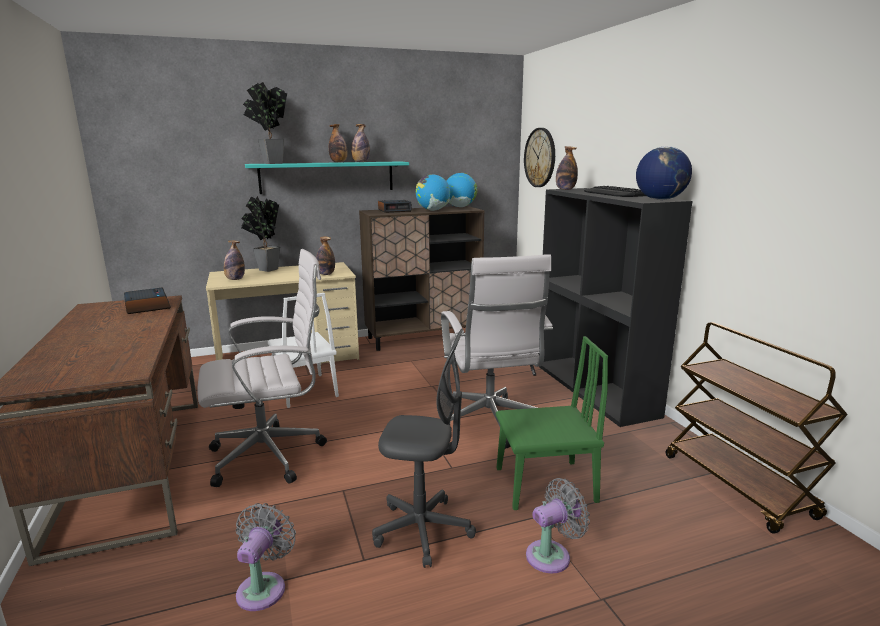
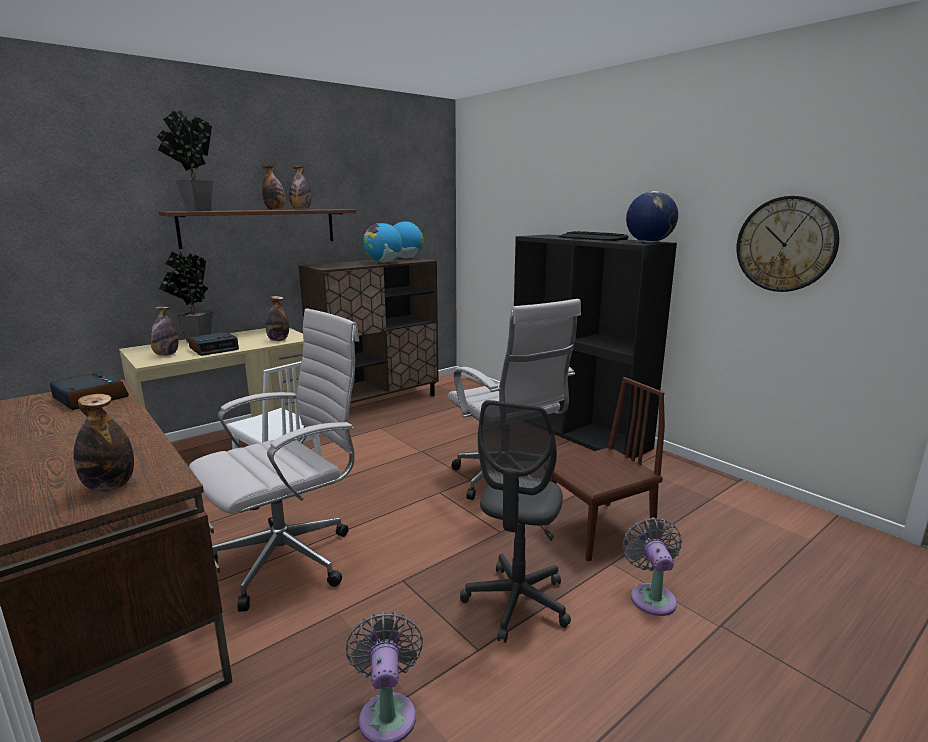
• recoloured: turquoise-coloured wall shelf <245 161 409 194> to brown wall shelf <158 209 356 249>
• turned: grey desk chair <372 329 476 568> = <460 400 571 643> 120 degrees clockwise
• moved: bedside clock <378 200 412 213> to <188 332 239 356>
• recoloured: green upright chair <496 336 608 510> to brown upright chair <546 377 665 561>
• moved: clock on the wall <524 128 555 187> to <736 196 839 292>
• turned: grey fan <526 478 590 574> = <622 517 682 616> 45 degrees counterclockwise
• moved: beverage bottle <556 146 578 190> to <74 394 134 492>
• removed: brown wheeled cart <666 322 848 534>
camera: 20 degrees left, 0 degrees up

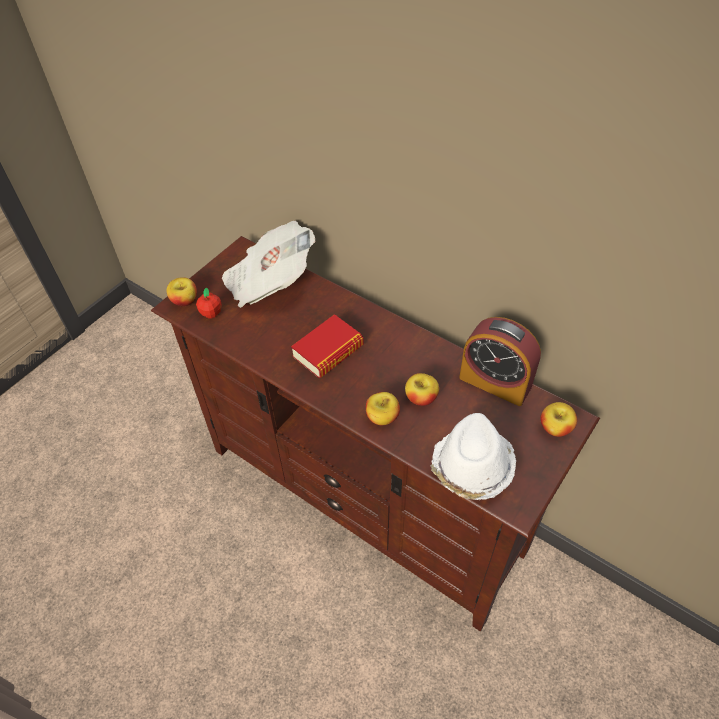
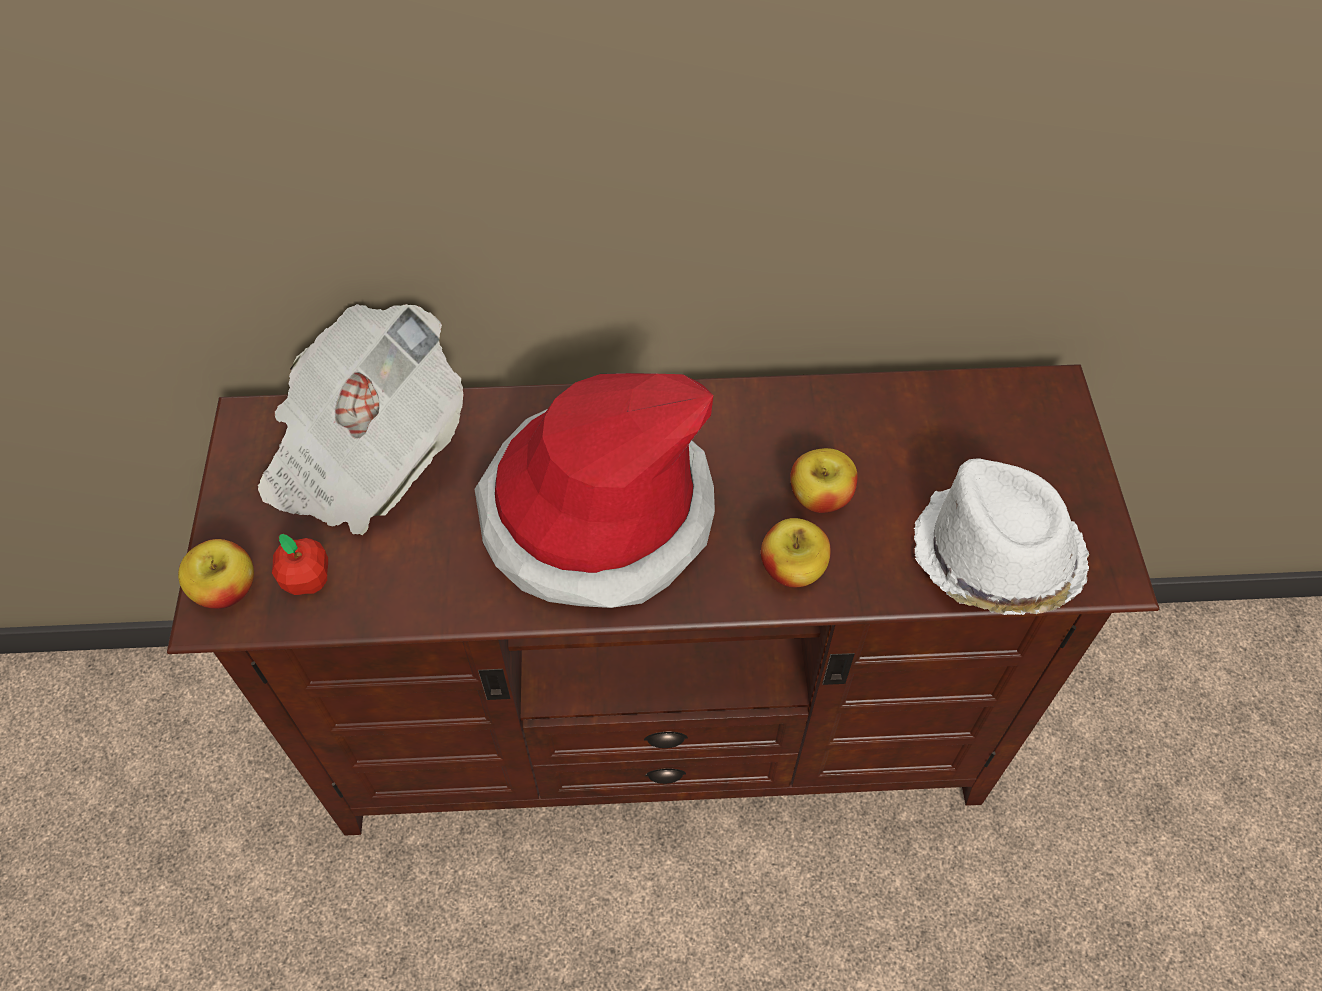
• replaced: bound book <291 314 364 378> to hat <474 373 715 608>
• removed: bedside clock <459 317 541 406>
• removed: apple <540 402 577 437>
camera: 40 degrees left, 5 degrees up

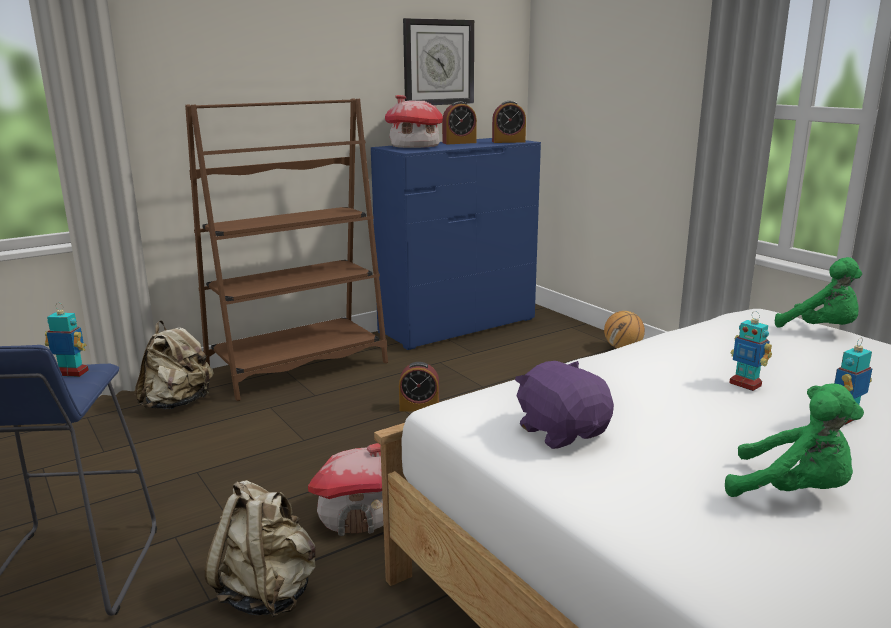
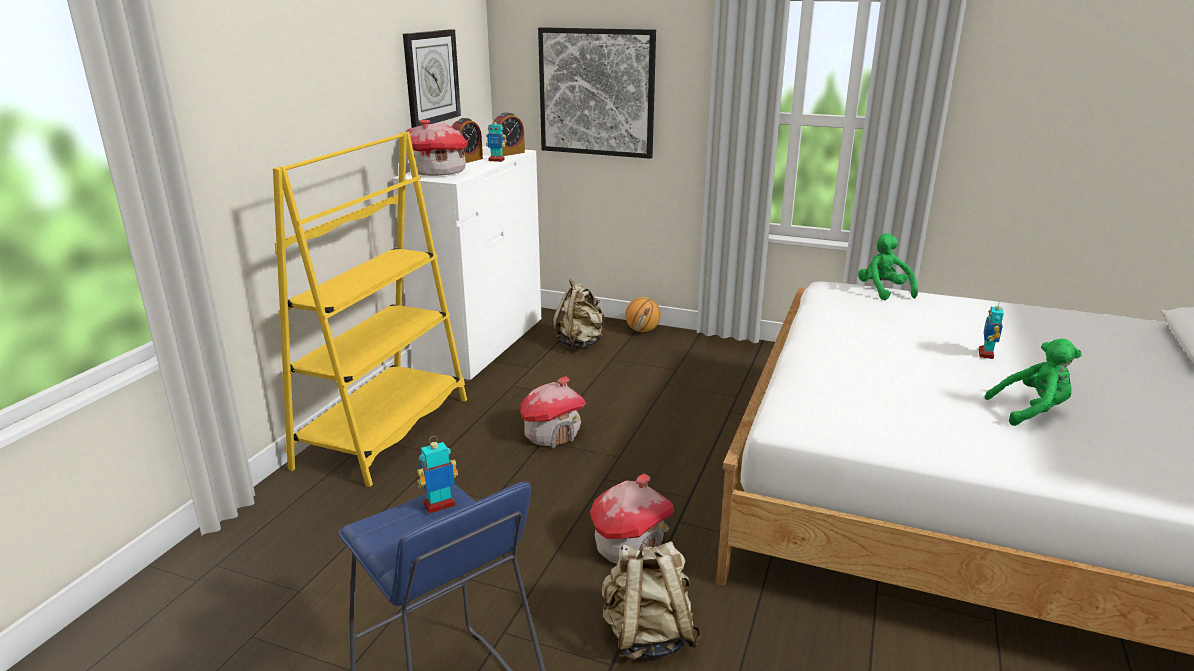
• moved: beige knapsack <135 320 214 410> to <553 279 604 348>
• recoloured: brown shelving unit <185 99 388 401> to yellow-coloured shelving unit <273 132 467 487>
• recoloured: bluish drawer chest <371 138 541 350> to white-coloured drawer chest <393 146 541 382>
• replaced: bedside clock <399 362 439 412> to miniature house <520 377 586 448>
• removed: purple-coloured soft toy <515 361 614 449>
• moved: model robot <729 311 772 391> to <486 118 506 162>
• turned: green soft toy <775 257 862 327> = <858 233 918 300> 120 degrees counterclockwise
• added: wall art <538 27 656 159>
camera: 35 degrees left, 5 degrees up

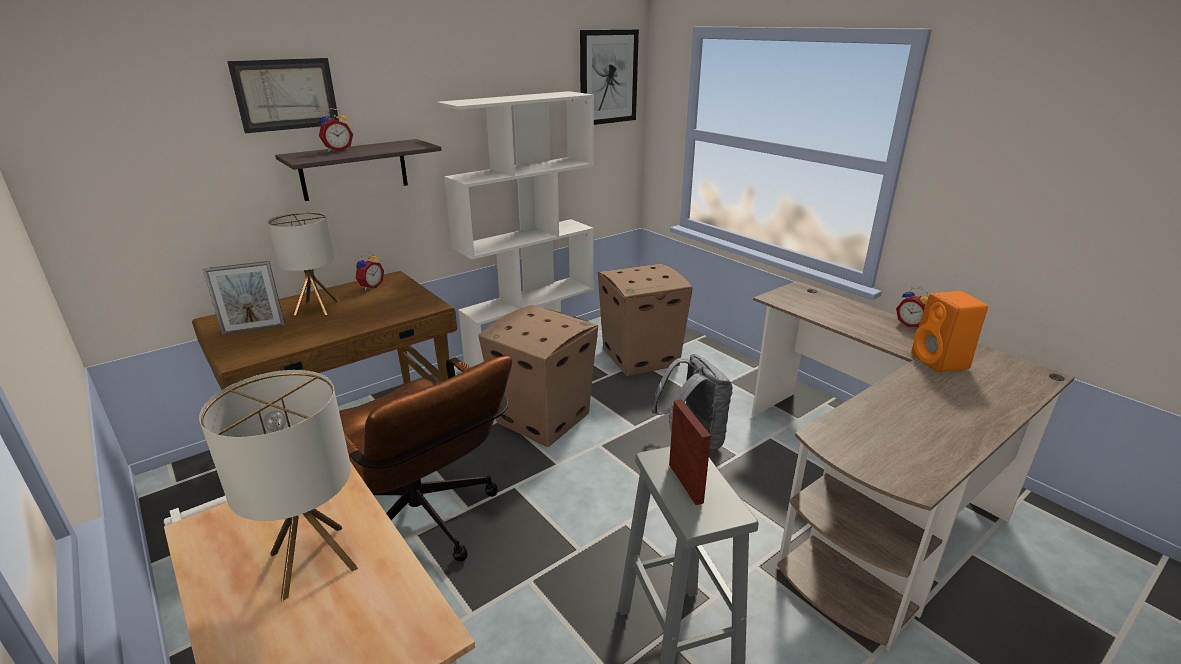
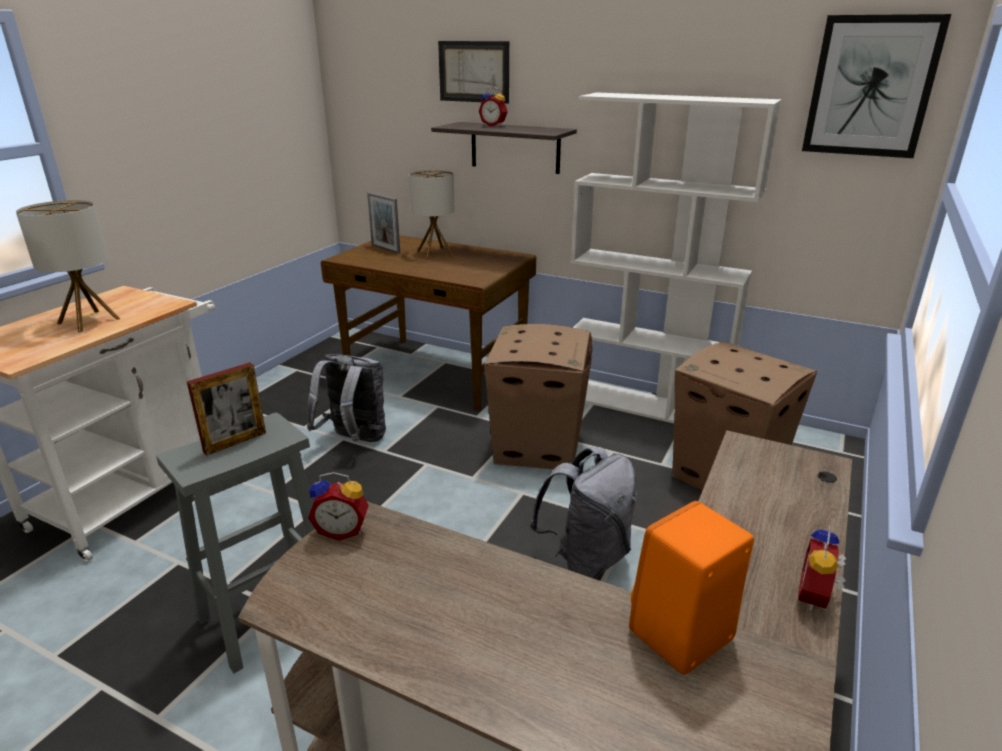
• replaced: brown desk chair <339 356 512 562> to grey knapsack <307 354 386 442>
• moved: bedside clock <356 252 384 290> to <308 472 369 541>
camera: 65 degrees right, 0 degrees up

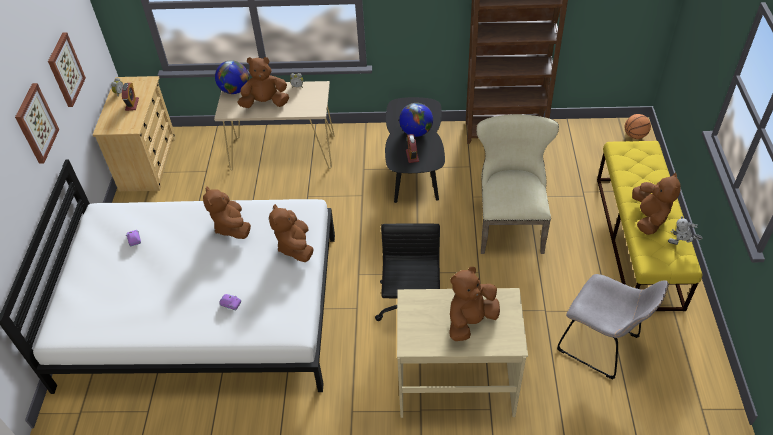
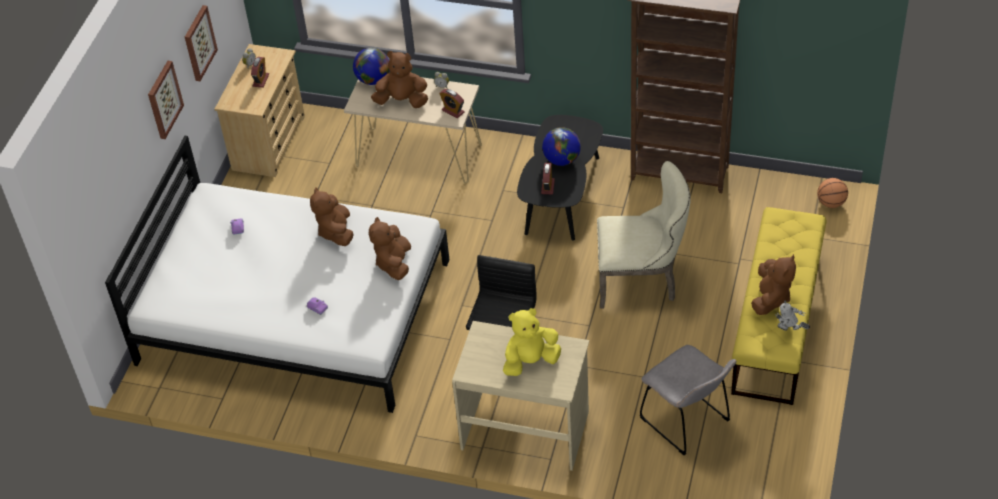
• recoloured: brown soft toy <449 267 500 341> to yellow-coloured soft toy <503 308 561 376>
• turned: beige upright chair <476 114 559 254> = <597 161 691 309> 75 degrees clockwise
• added: bedside clock <439 89 465 118>
camera: 15 degrees right, 0 degrees up

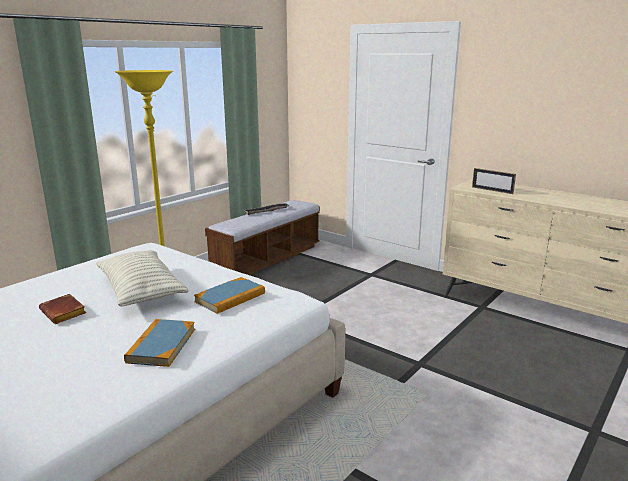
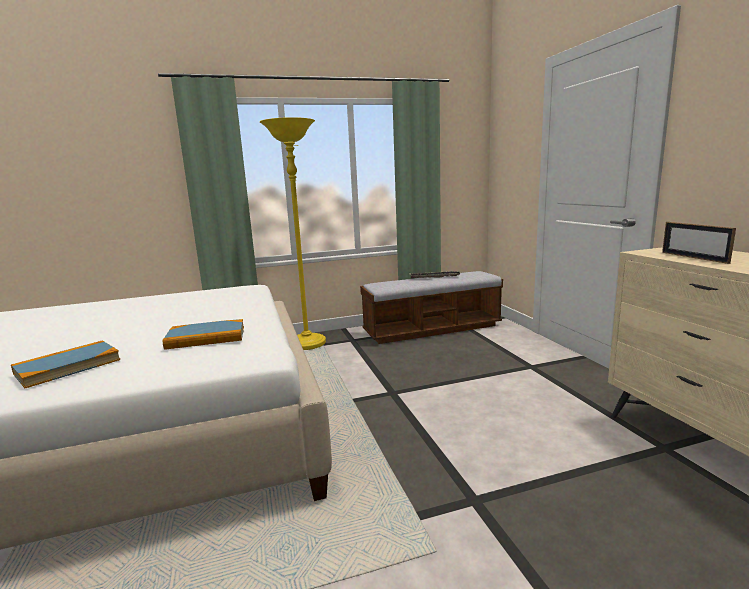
• removed: brown bound book <39 294 86 324>
• removed: cushion <96 250 189 306>
camera: 35 degrees right, 5 degrees down

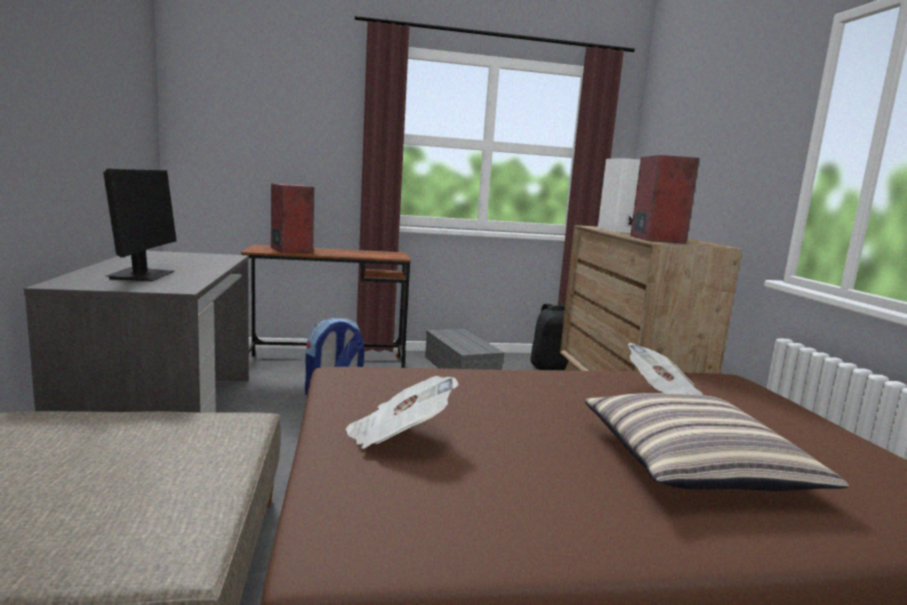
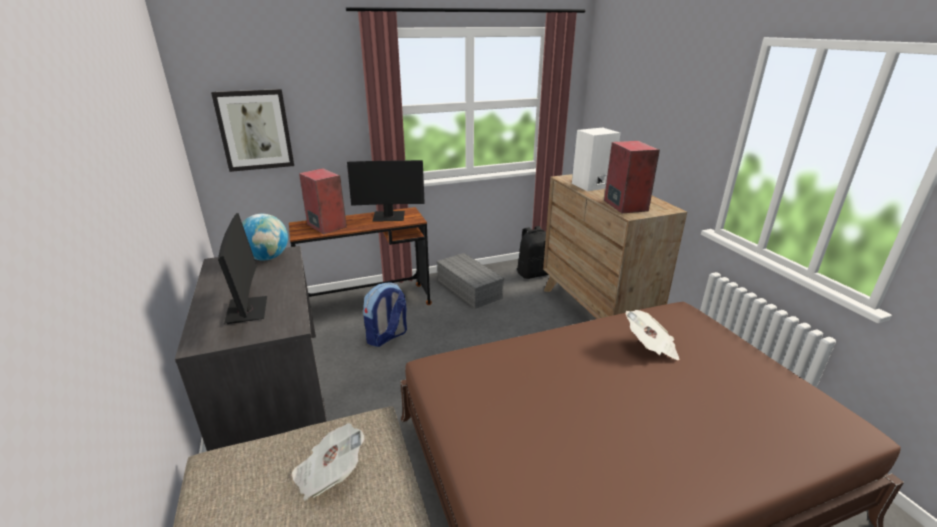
• moved: newspaper <345 376 459 449> to <291 423 365 501>
• removed: cushion <585 393 849 491>
• added: wall art <211 89 294 172>
• added: world globe <242 214 288 261>
• added: computer display <347 160 425 222>
camera: 10 degrees left, 15 degrees up

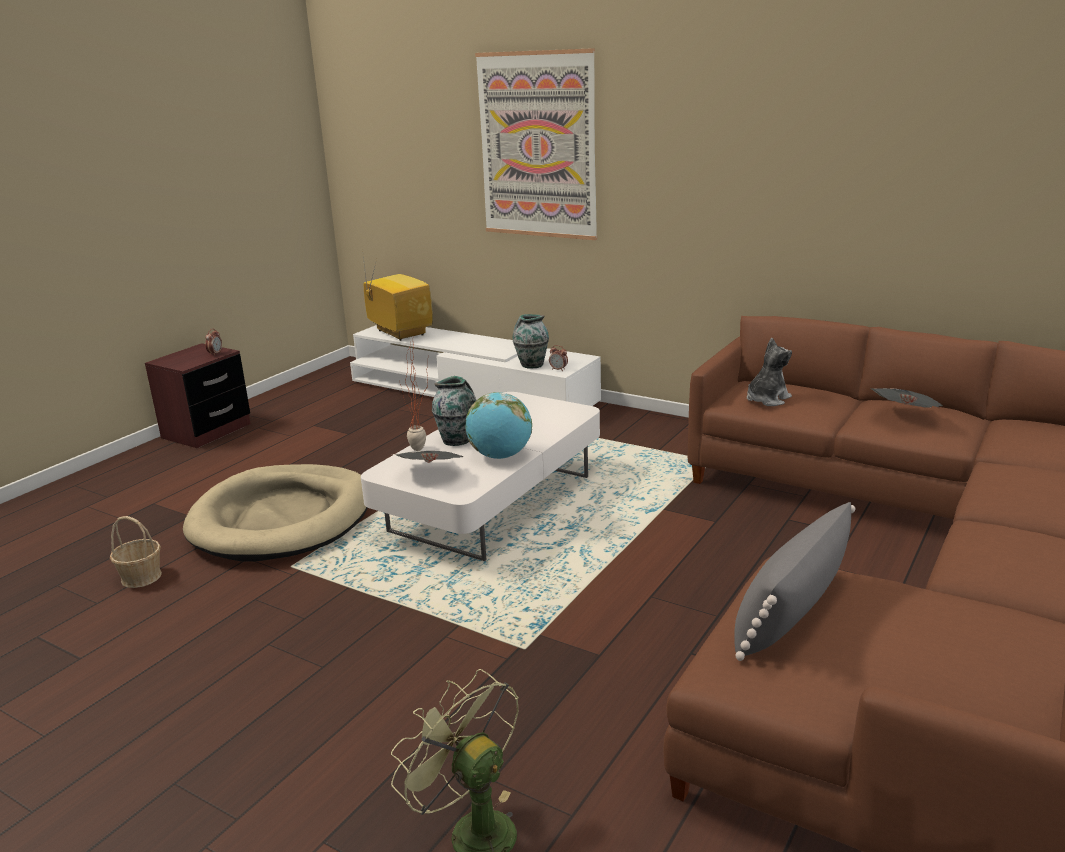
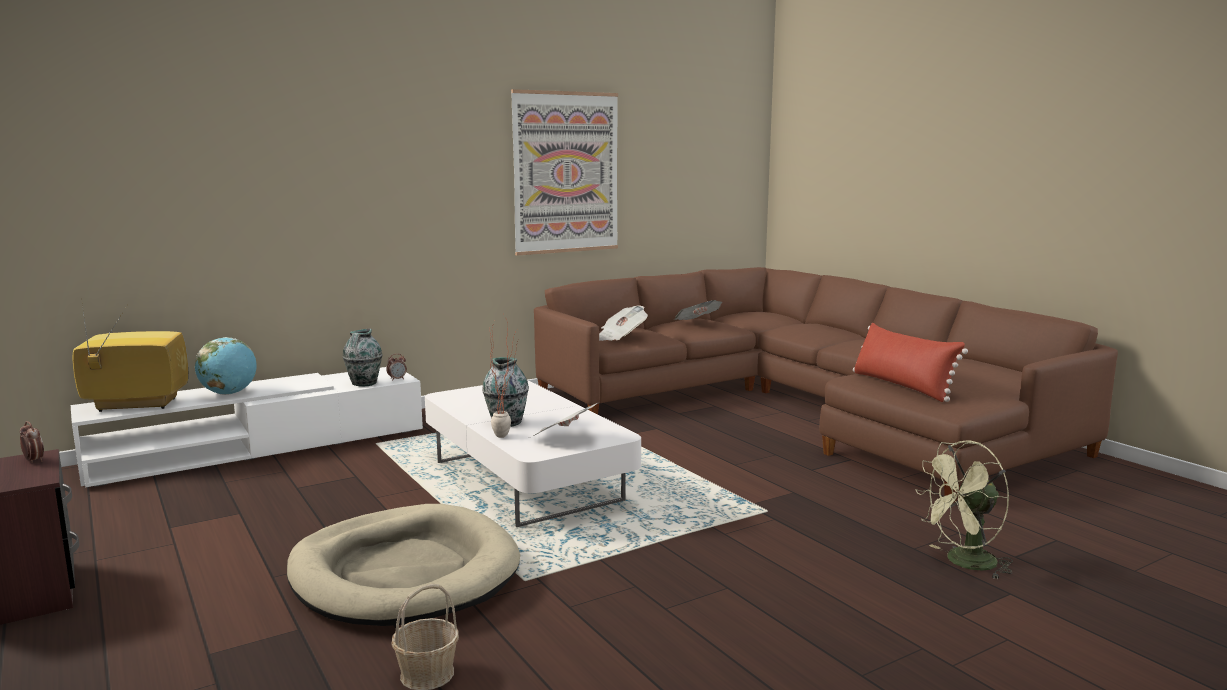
• moved: world globe <465 392 532 459> to <195 337 257 395>
• moved: wall art <475 48 597 240> to <511 89 618 256>
• recoloured: grey cushion <735 502 856 661> to red-coloured cushion <853 323 968 402>
• replaced: soft toy <747 338 792 406> to newspaper <599 305 648 341>
camera: 65 degrees left, 10 degrees down

